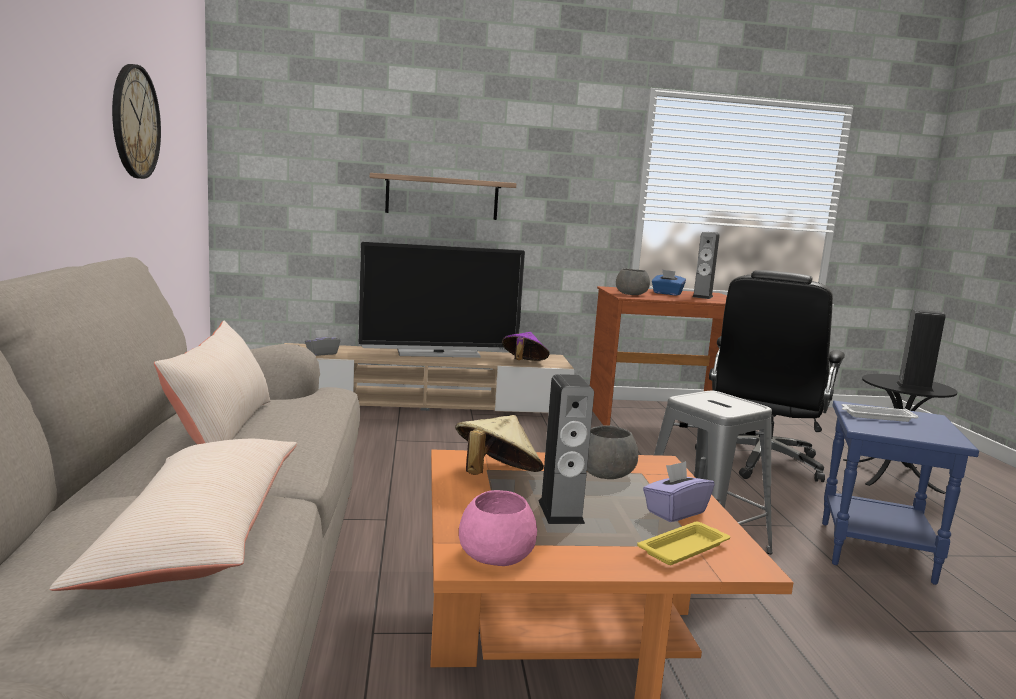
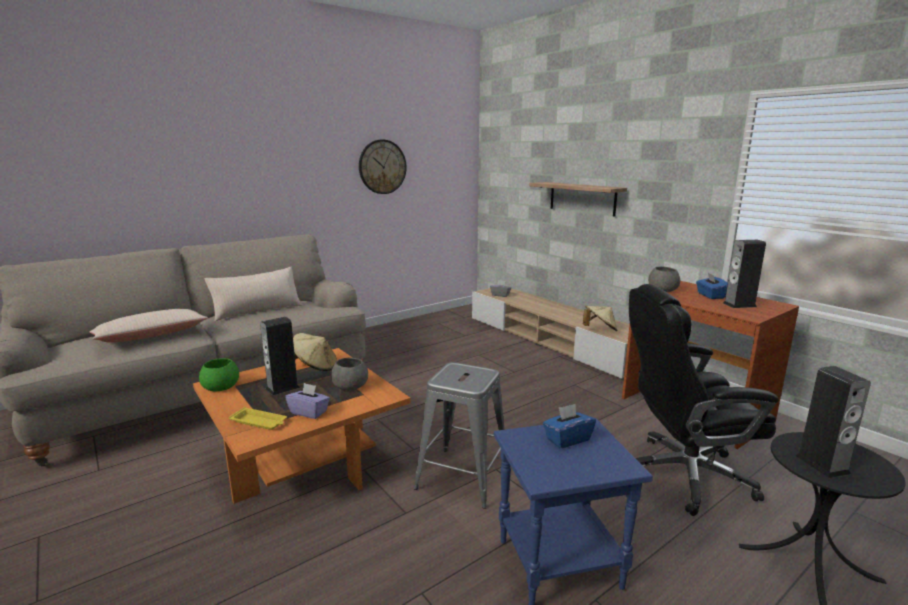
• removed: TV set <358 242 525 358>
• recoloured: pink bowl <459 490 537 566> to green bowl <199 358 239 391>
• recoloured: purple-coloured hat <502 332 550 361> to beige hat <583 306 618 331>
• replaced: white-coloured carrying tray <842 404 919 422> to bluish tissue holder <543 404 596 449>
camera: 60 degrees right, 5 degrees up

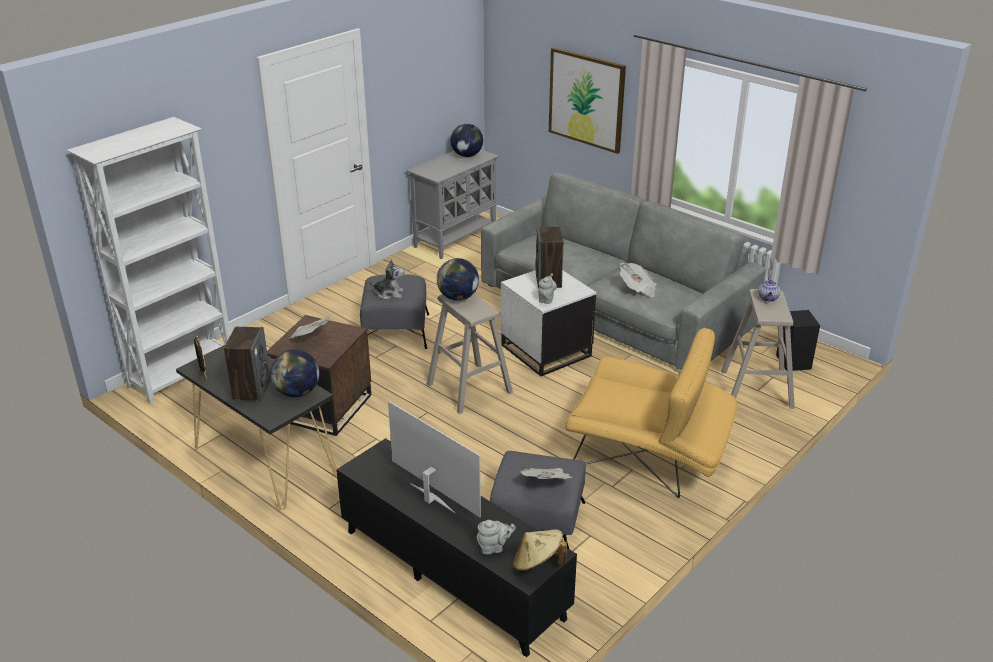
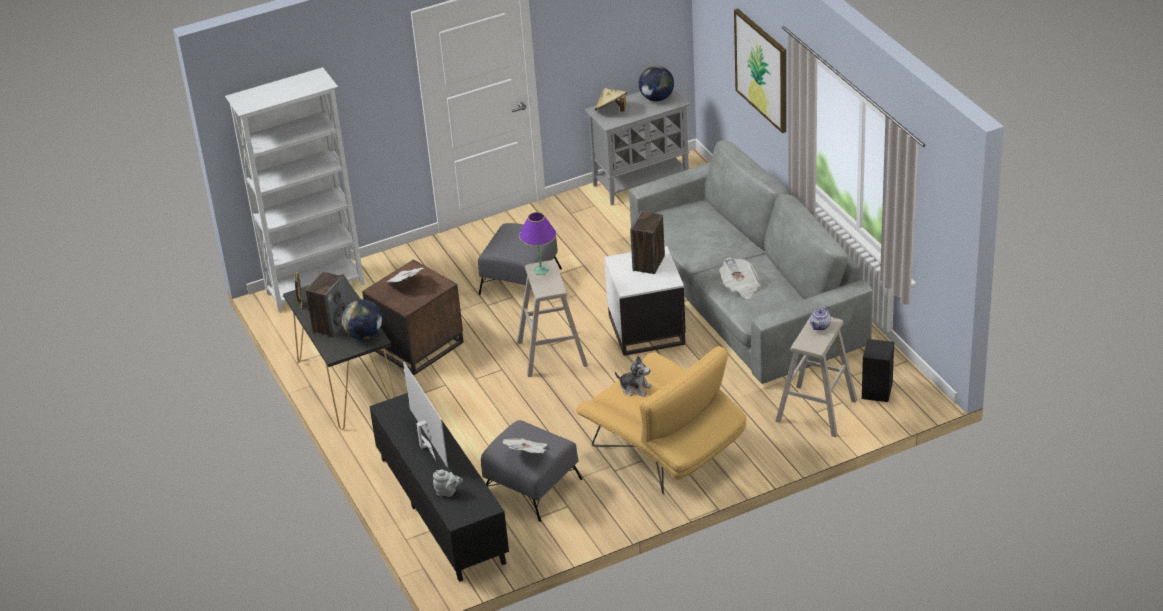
• moved: soft toy <369 260 404 300> to <615 356 652 397>
• replaced: world globe <437 258 479 301> to purple-coloured tabletop lamp <519 212 556 275>
• moved: beige hat <513 529 567 572> to <595 88 628 112>
• removed: grey teapot <538 274 557 304>
camera: 25 degrees right, 5 degrees up

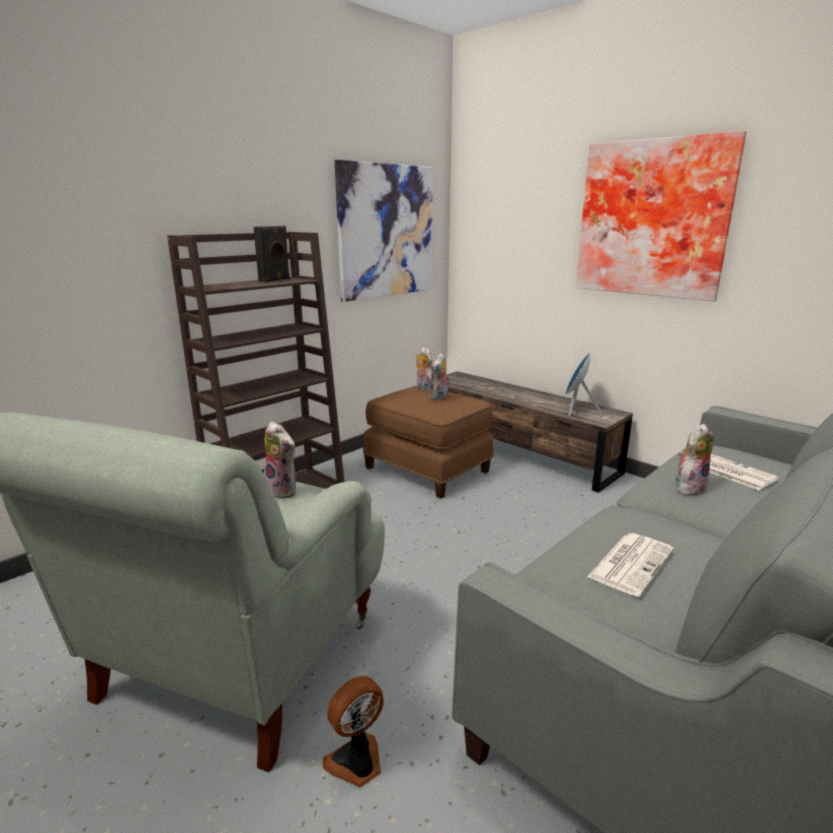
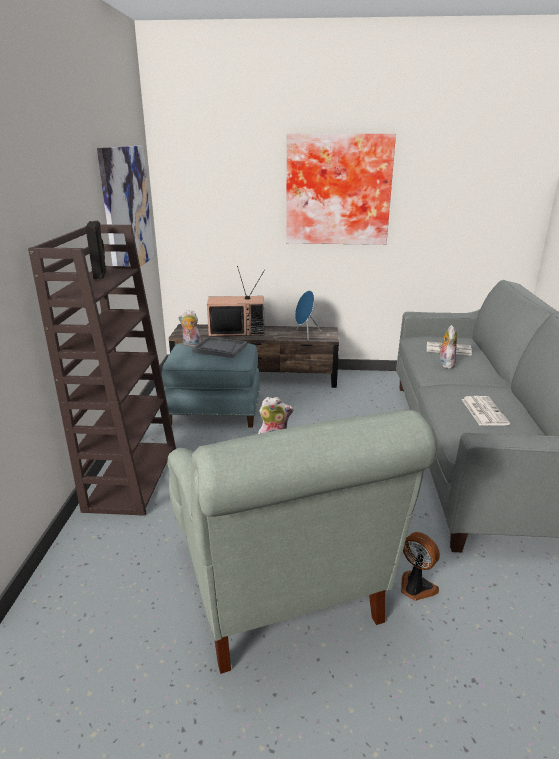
• turned: fan <322 676 384 787> = <401 532 440 601> 120 degrees clockwise
• recoloured: brown pouffe <363 386 494 499> to bluish pouffe <162 343 260 428>
• replaced: soft toy <430 353 450 400> to grey carrying tray <192 337 247 358>
• added: TV set <207 266 265 336>
camera: 40 degrees left, 5 degrees up

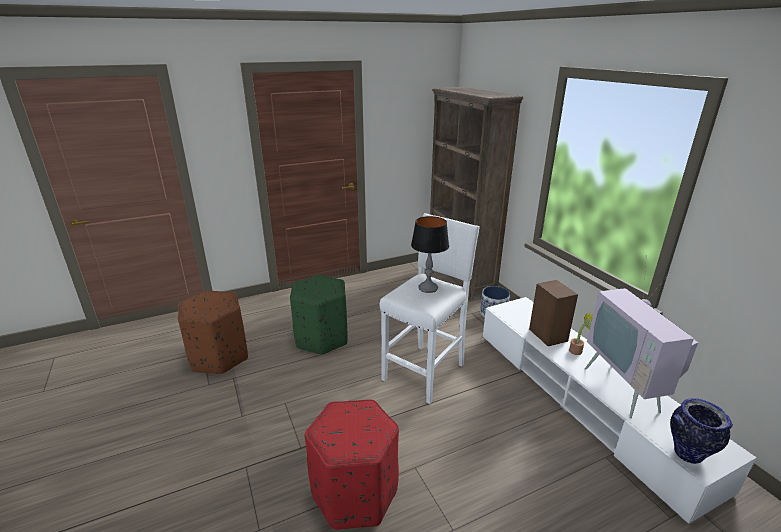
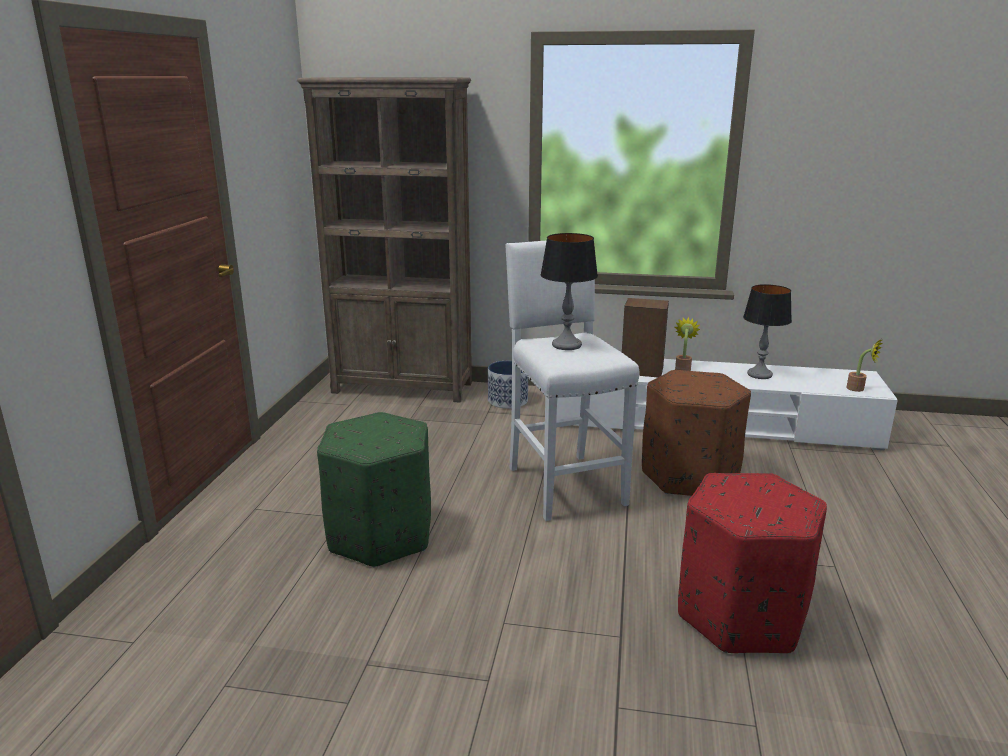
• moved: brown pouffe <178 290 248 375> to <642 370 751 496>
• replaced: TV set <585 265 698 419> to tabletop lamp <743 284 792 379>
• replaced: vase <670 398 733 464> to plant in a pot <846 339 883 392>
camera: 55 degrees left, 5 degrees down

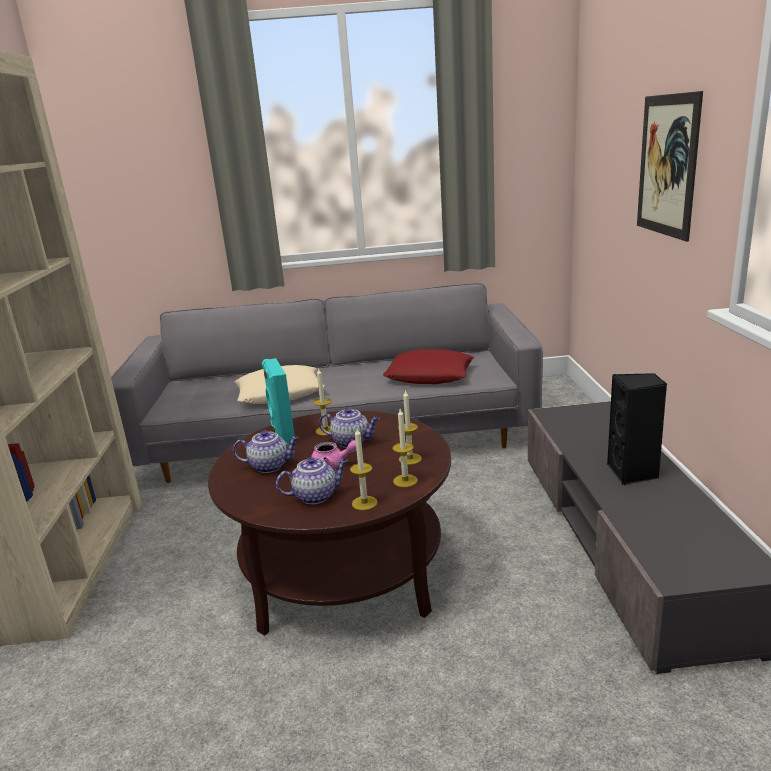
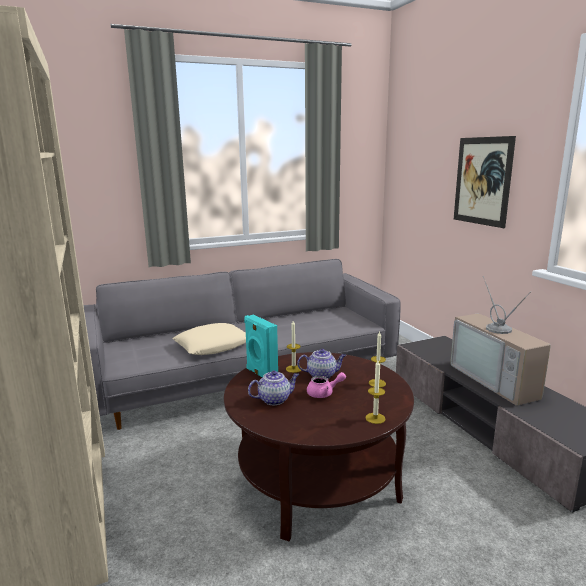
• removed: teapot <276 457 348 504>
• removed: red-coloured cushion <383 349 474 384>
• removed: wax candle <392 409 418 487>
• replaced: black-coloured speaker <607 373 667 485> to TV set <450 276 551 406>
camera: 20 degrees left, 5 degrees down

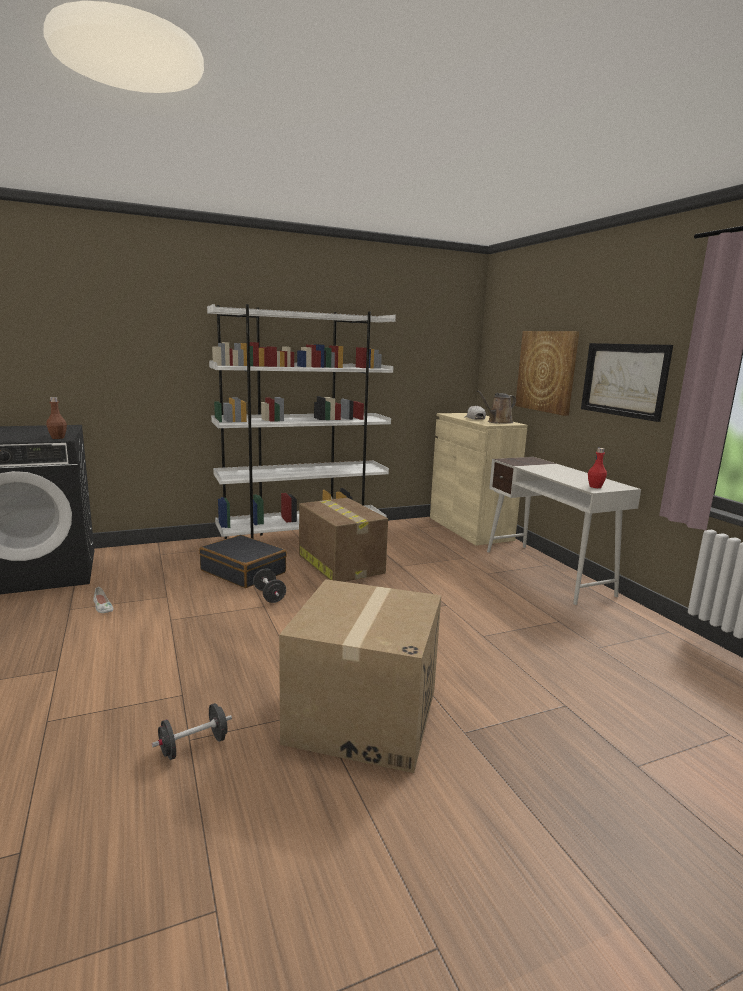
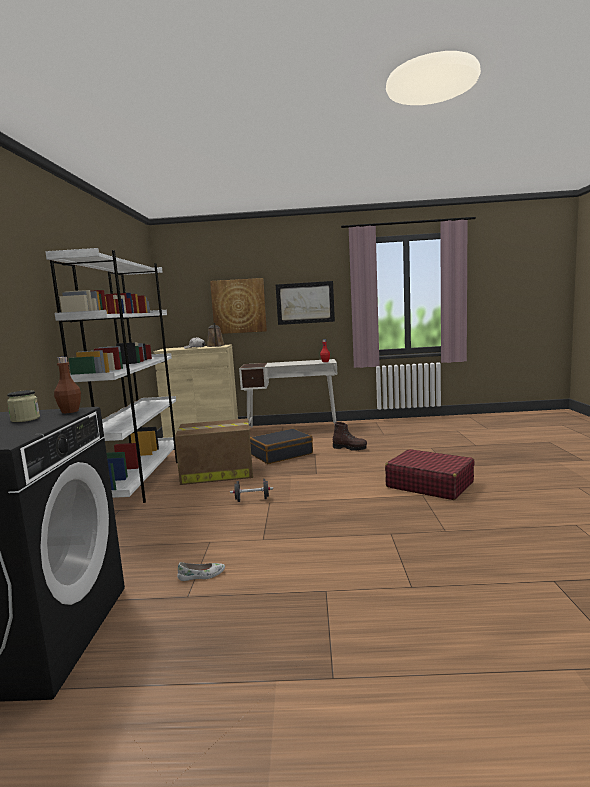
• removed: black-coloured dumbbell <152 703 232 760>
• moved: black-coloured suitcase <199 535 287 588> to <250 428 313 464>
• replaced: packing box <279 579 441 773> to red-coloured suitcase <385 449 475 500>
• added: storage jar <7 390 40 422>
• added: brown boot <333 422 367 451>
camera: 65 degrees left, 5 degrees down

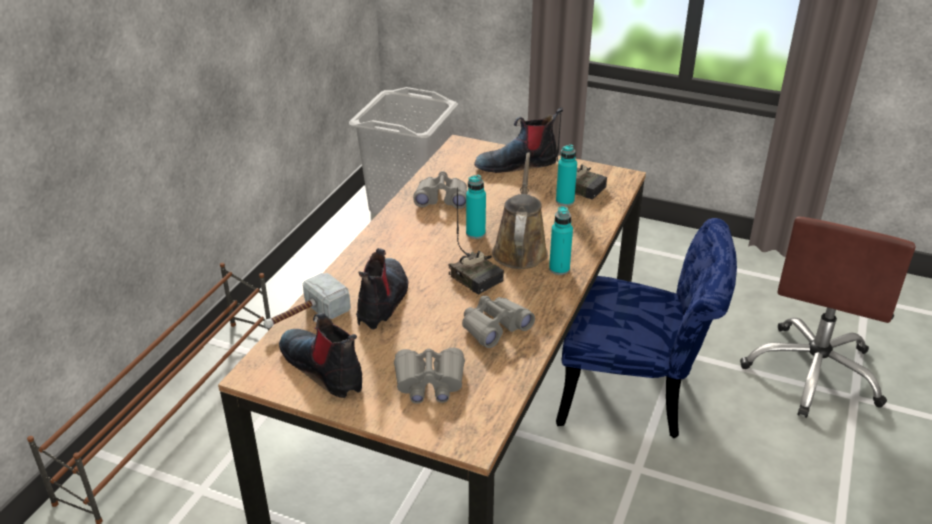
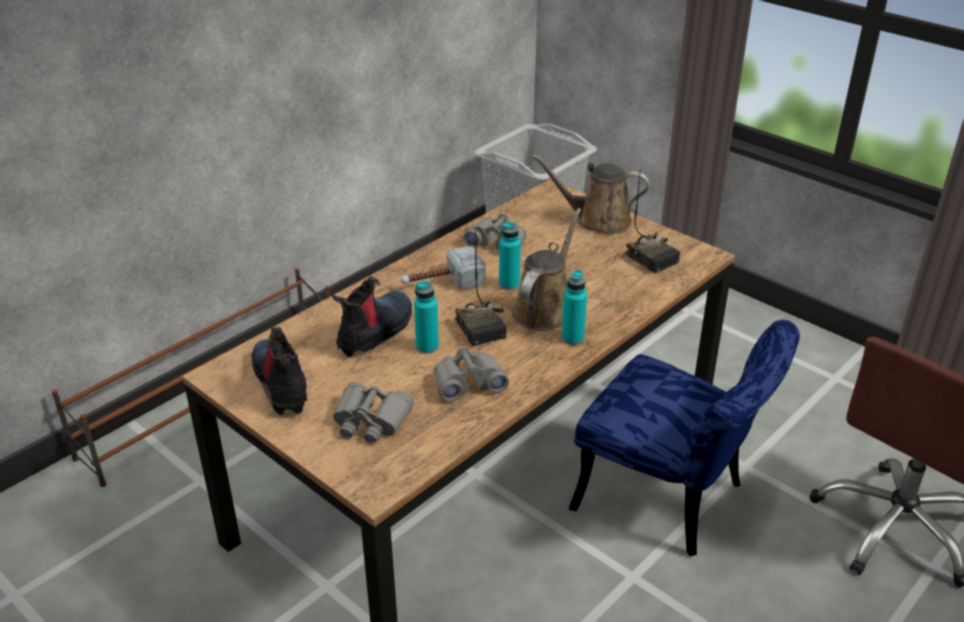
• moved: tool hammer <263 273 351 329> to <401 246 486 289>
• replaced: boot <474 107 563 173> to brown watering can <532 155 649 234>
• moved: turquoise-coloured beverage bottle <556 144 577 206> to <414 281 439 354>
camera: 20 degrees right, 0 degrees up

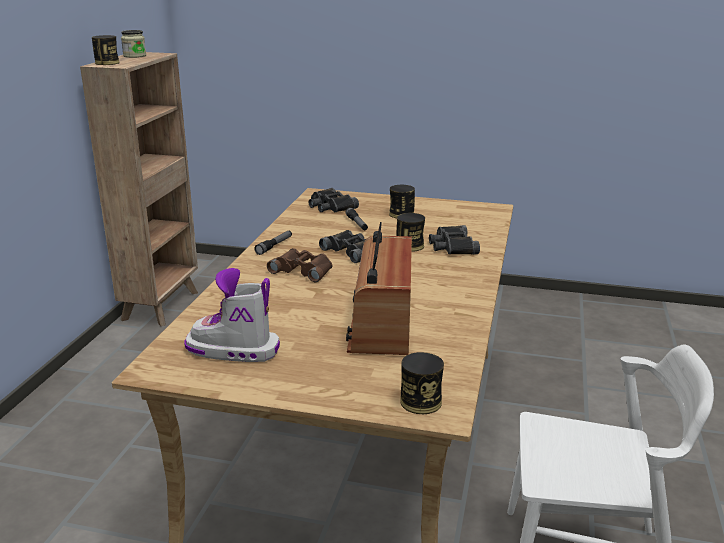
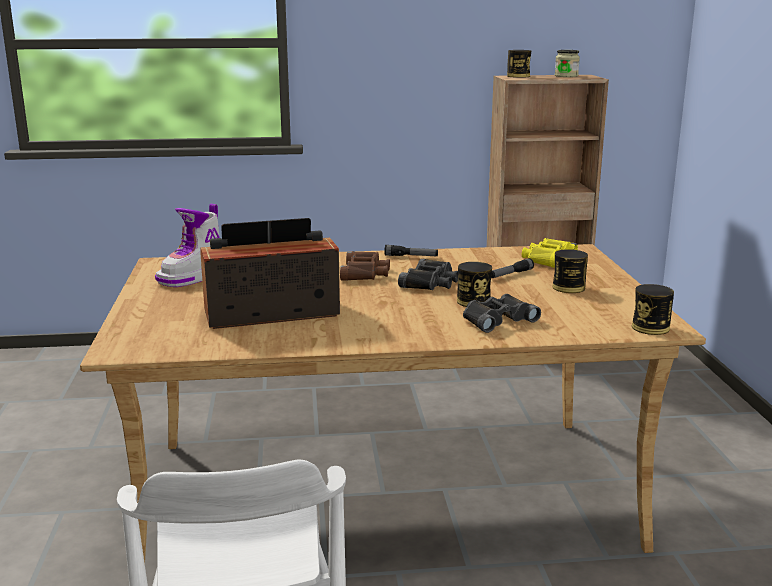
• turned: boot <184 268 280 362> = <155 204 220 287> 135 degrees counterclockwise
• recoloured: black-coloured binoculars <308 188 359 212> to yellow-coloured binoculars <522 238 578 268>
• moved: can <400 352 444 414> to <632 284 674 335>
camera: 70 degrees right, 5 degrees down

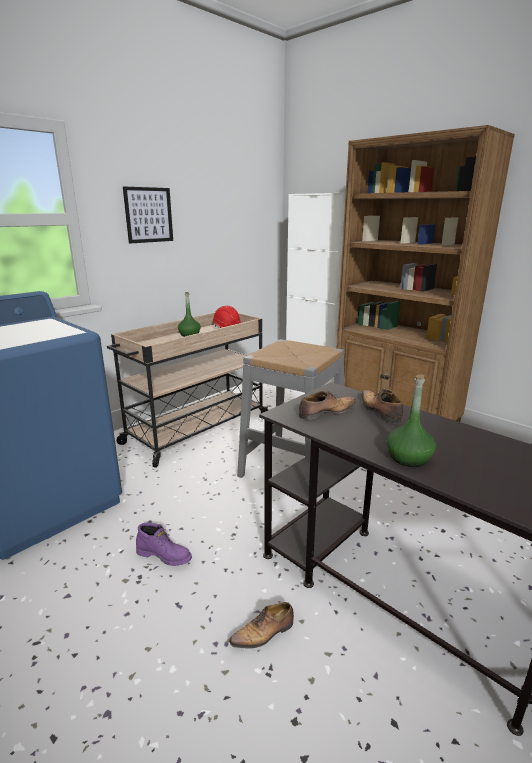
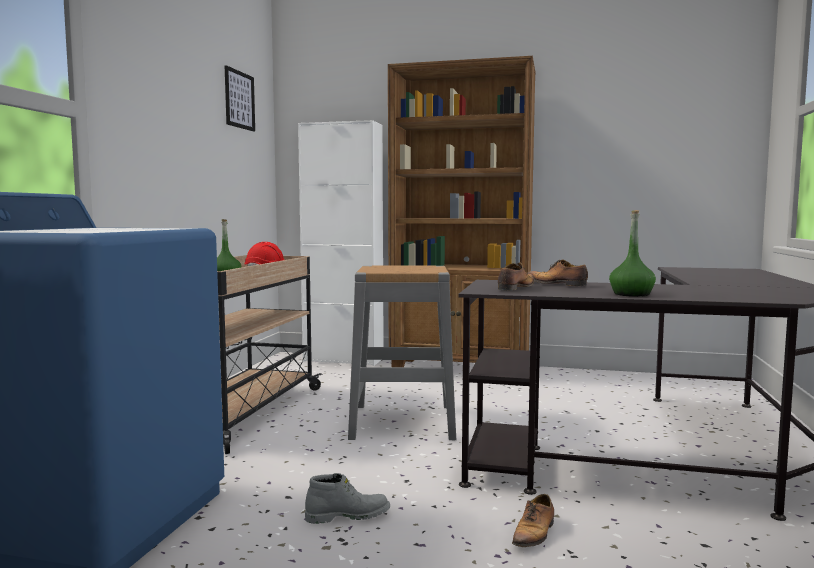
• moved: wall art <123 186 173 244> to <225 65 255 132>
• recoloured: purple-coloured boot <136 523 192 566> to grey boot <305 473 390 524>
camera: 30 degrees left, 15 degrees down

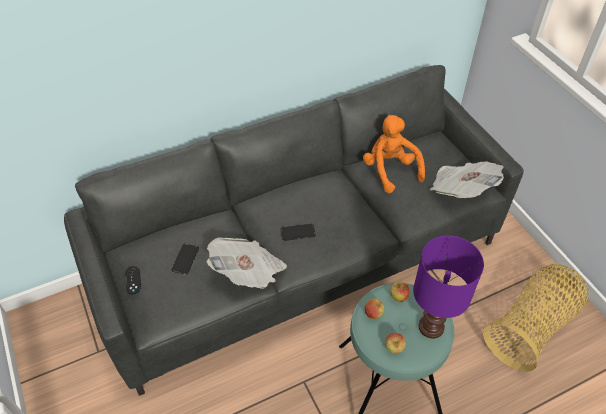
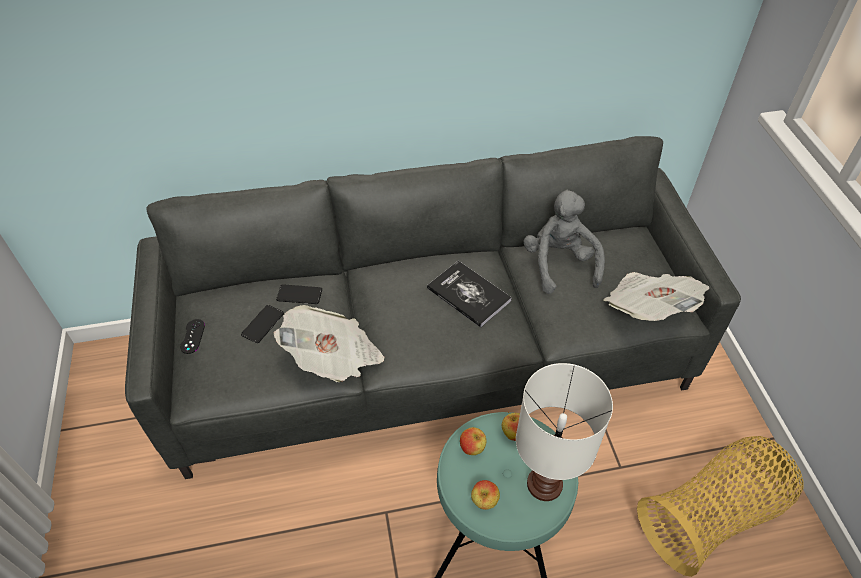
• moved: telephone <280 224 316 241> to <276 284 322 304>
• recoloured: orangey soft toy <363 115 425 193> to grey soft toy <523 190 605 294>
• recoloured: purple-coloured tabletop lamp <413 235 484 339> to white-coloured tabletop lamp <516 363 613 501>
• added: bound book <427 261 512 328>
camera: 15 degrees right, 0 degrees up

